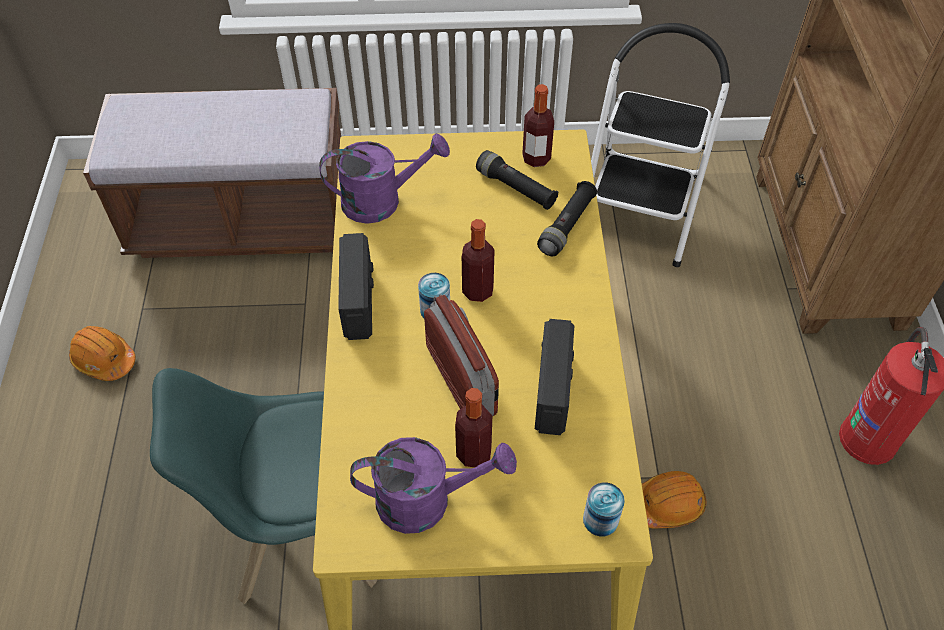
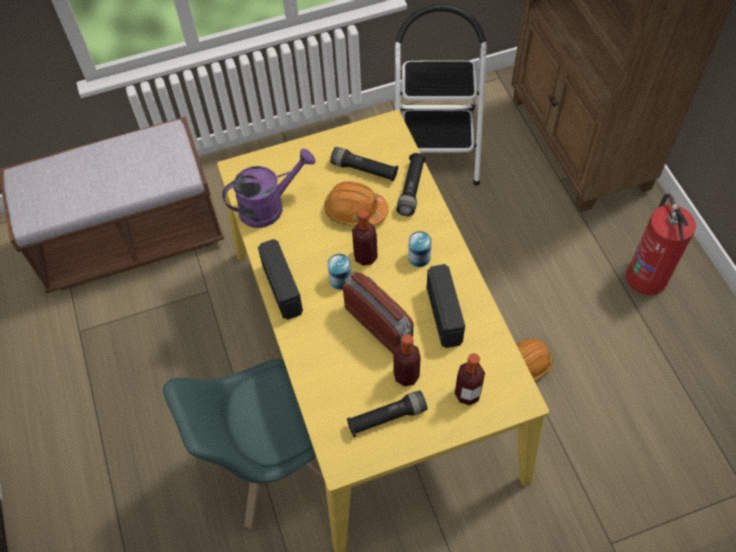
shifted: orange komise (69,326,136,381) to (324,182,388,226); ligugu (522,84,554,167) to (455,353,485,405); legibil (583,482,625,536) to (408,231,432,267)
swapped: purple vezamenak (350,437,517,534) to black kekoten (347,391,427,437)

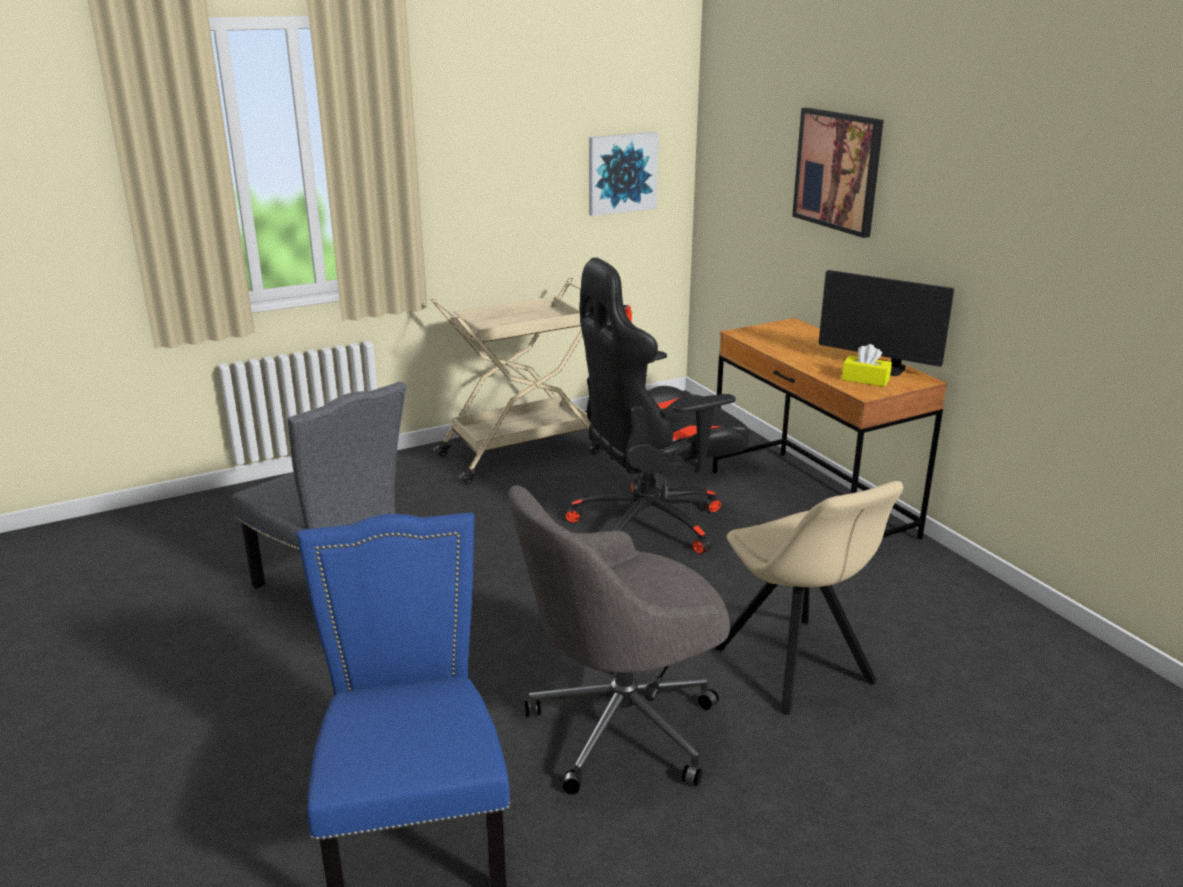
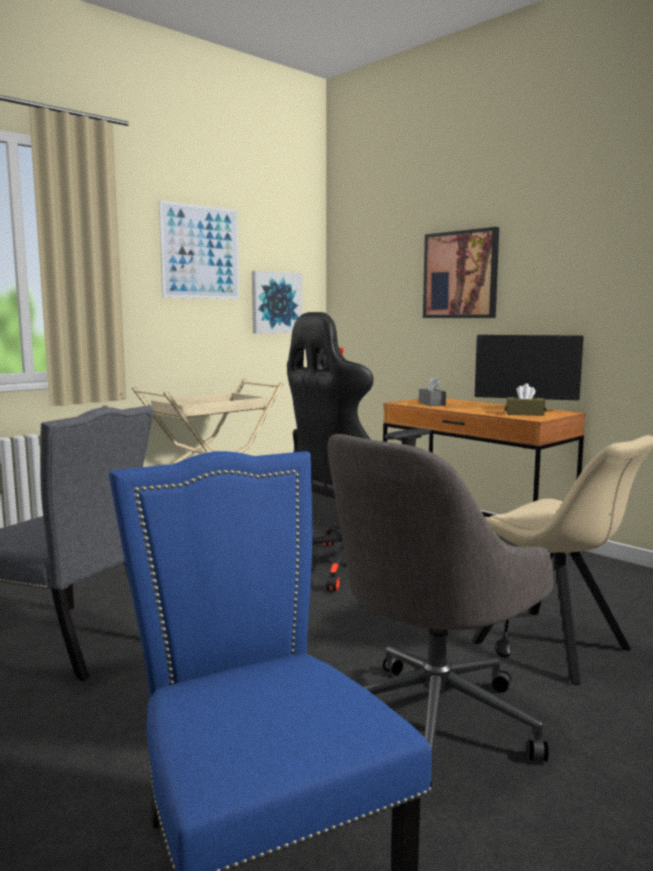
new: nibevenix (158,200,240,299); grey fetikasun (419,377,446,406)
repainted: yellow fetikasun (842,344,892,387) to brown fetikasun (506,383,545,416)

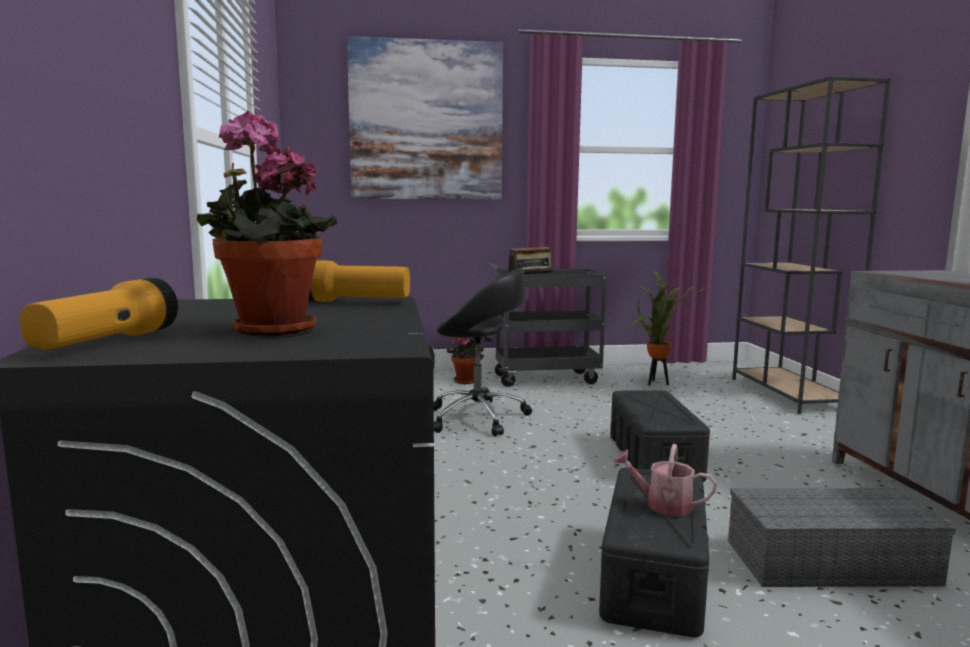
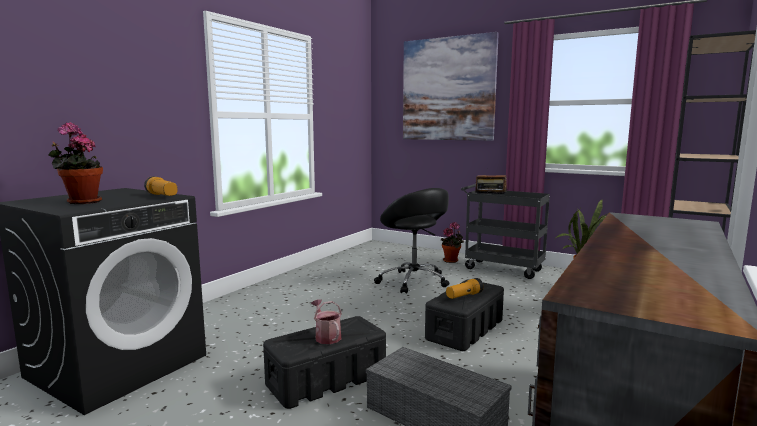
shifted: kekoten (20,278,178,350) to (446,278,484,299)

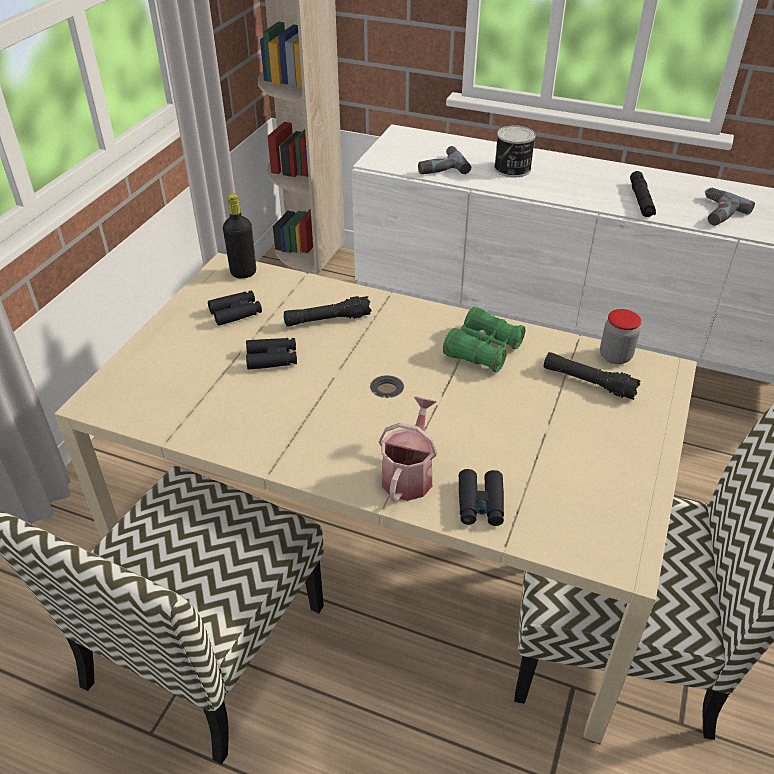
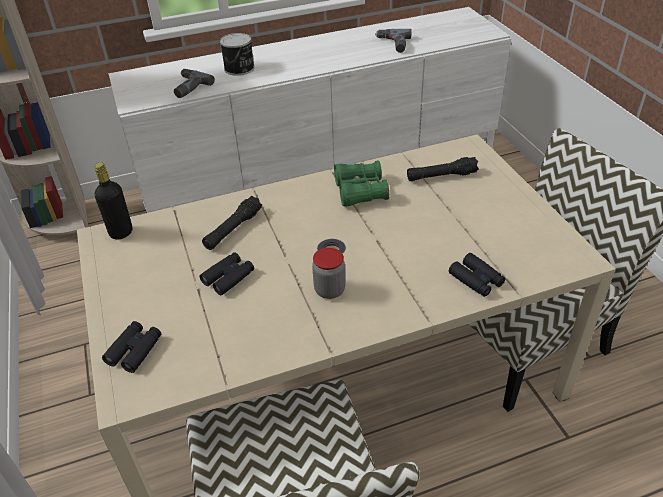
gone: vezamenak (378,397,437,502); black kekoten (630,171,656,217)
shifted: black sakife (208,291,262,326) to (102,321,161,373); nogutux (600,309,641,364) to (312,248,345,299)

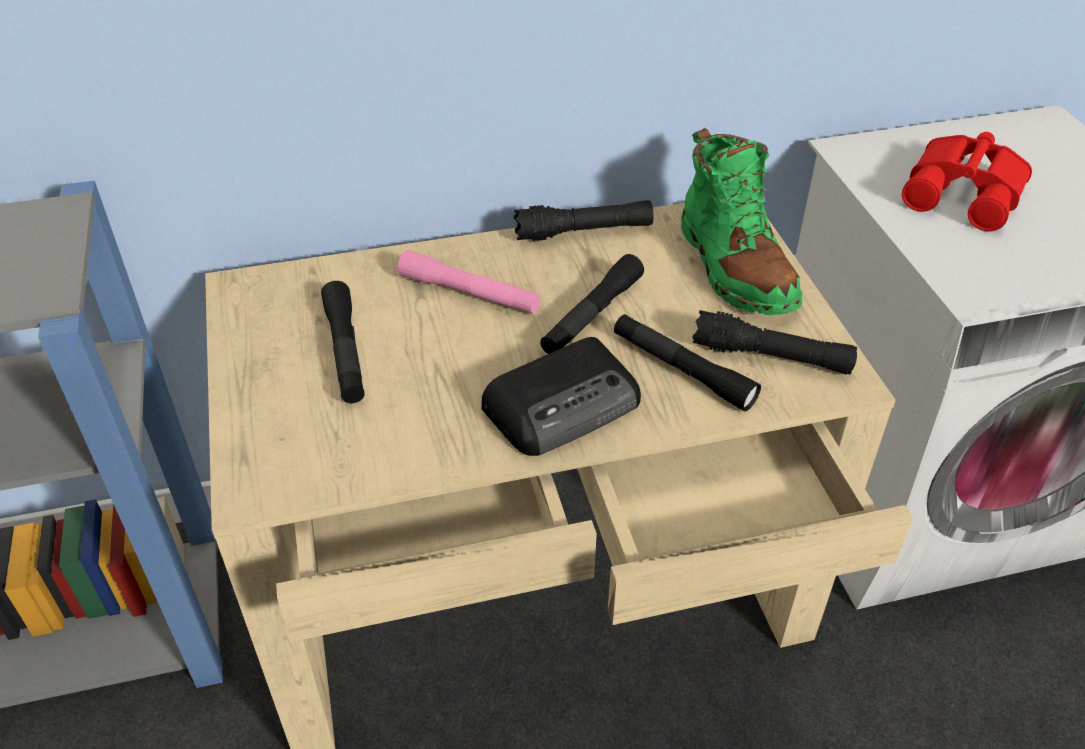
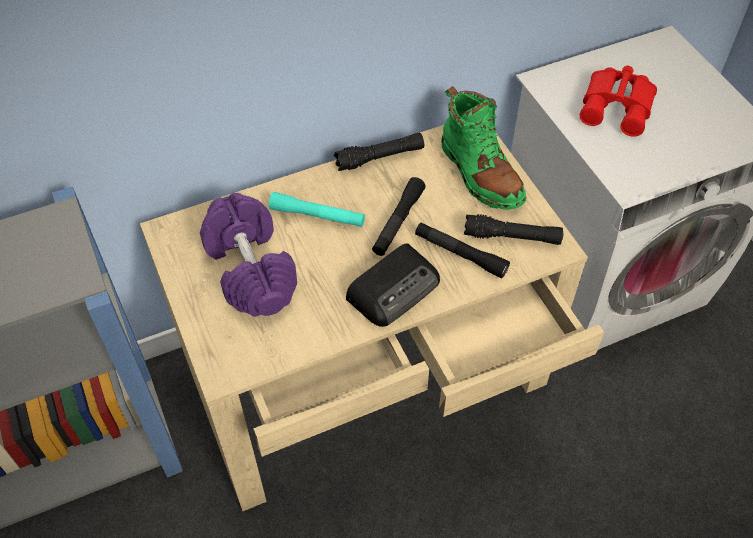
swapped: black kekoten (321,281,365,403) to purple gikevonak (200,193,297,317)
repainted: pink kekoten (398,250,541,314) to turquoise kekoten (269,192,365,227)

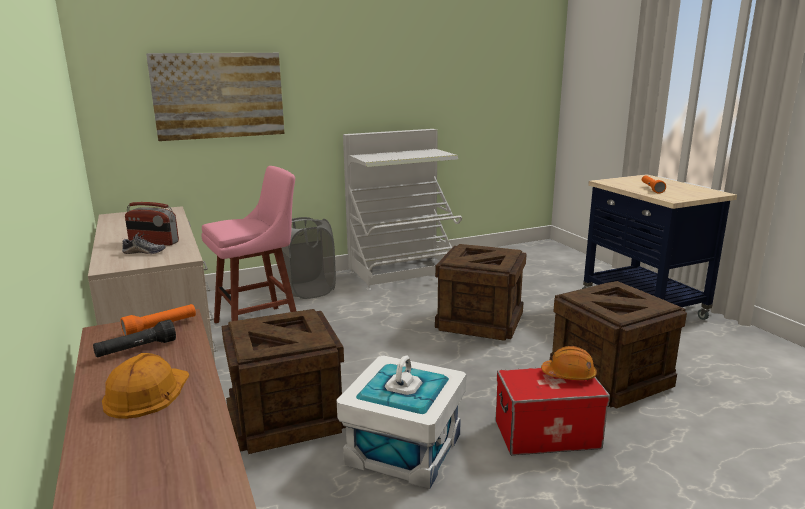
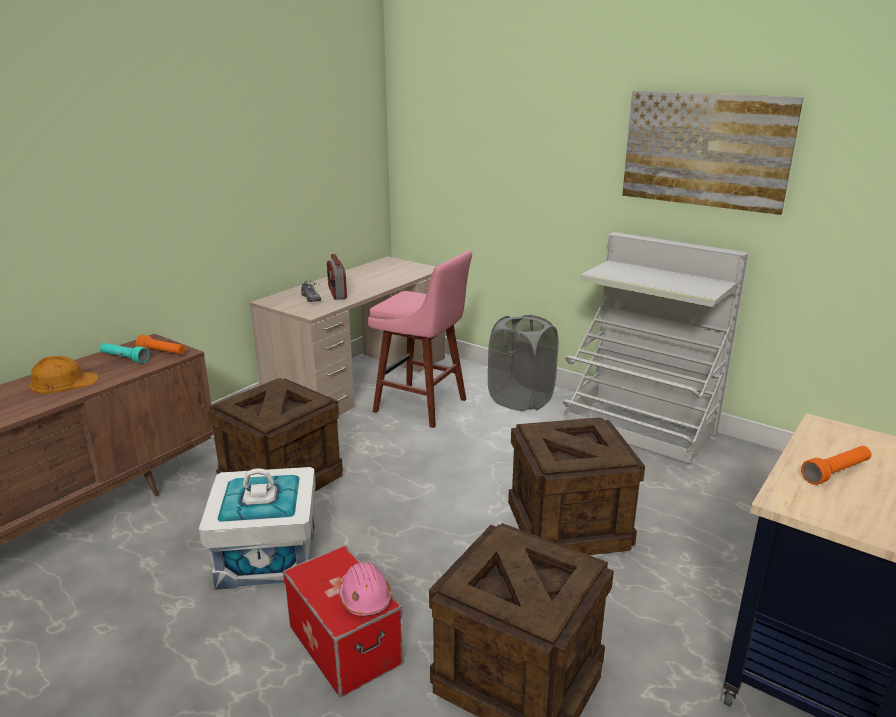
shifted: nibevenix (146,53,285,141) to (622,91,804,215)
repainted: black kekoten (93,319,176,357) to turquoise kekoten (100,343,149,363); orange komise (541,346,597,380) to pink komise (339,562,392,616)

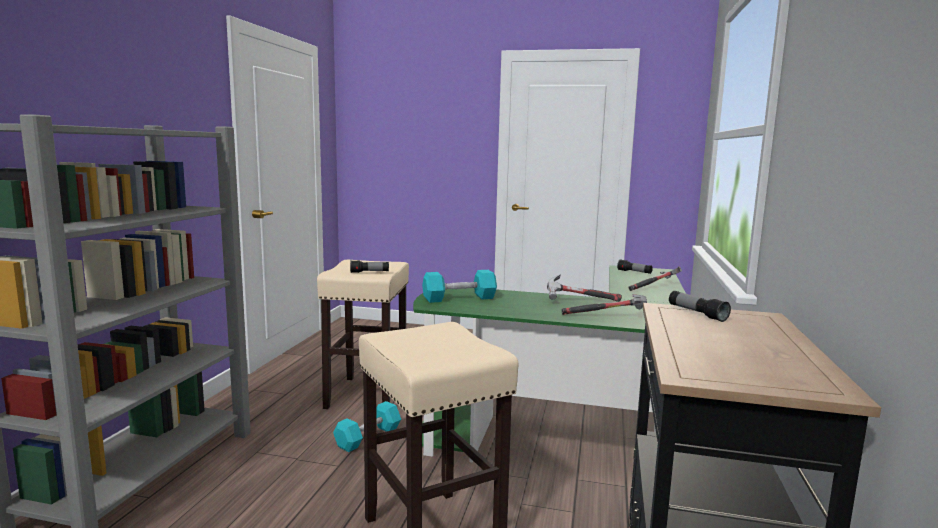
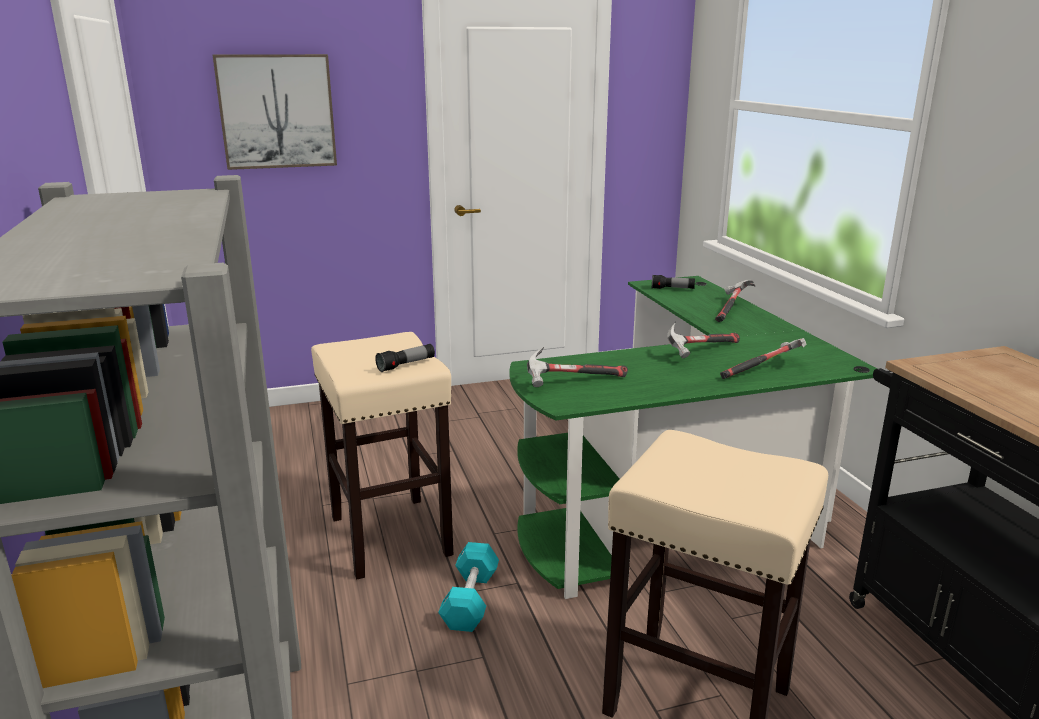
gone: kekoten (669,291,731,322)
new: nibevenix (213,54,337,170)
swapped: turquoise gikevonak (422,270,497,303) to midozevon (527,347,628,387)

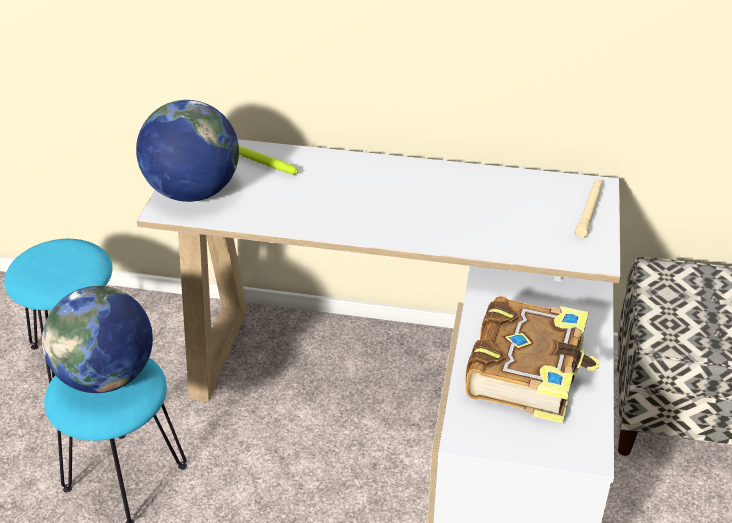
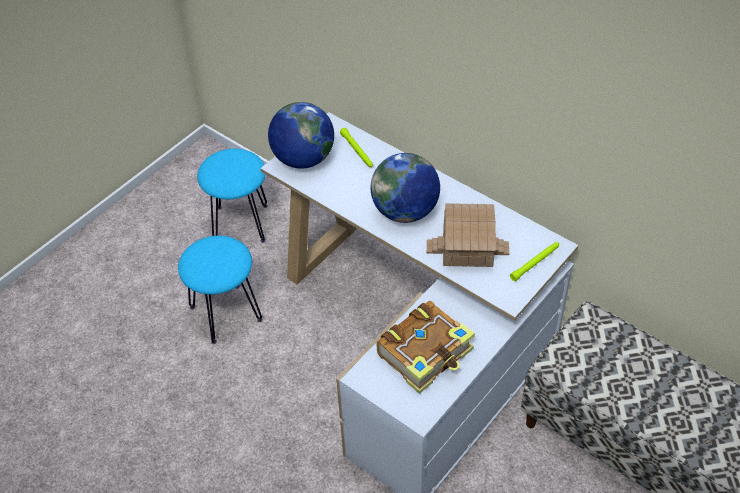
new: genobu (427,203,509,267)
shifted: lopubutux (42,286,153,393) to (370,153,440,223)
repainted: beige kekoten (575,180,602,238) to green kekoten (510,242,559,281)

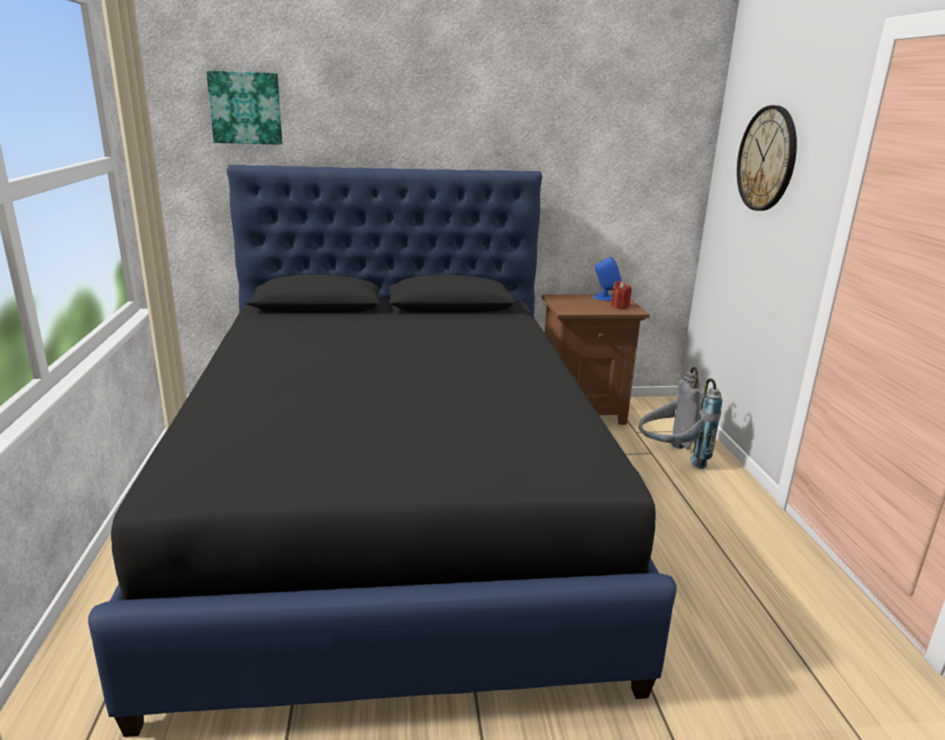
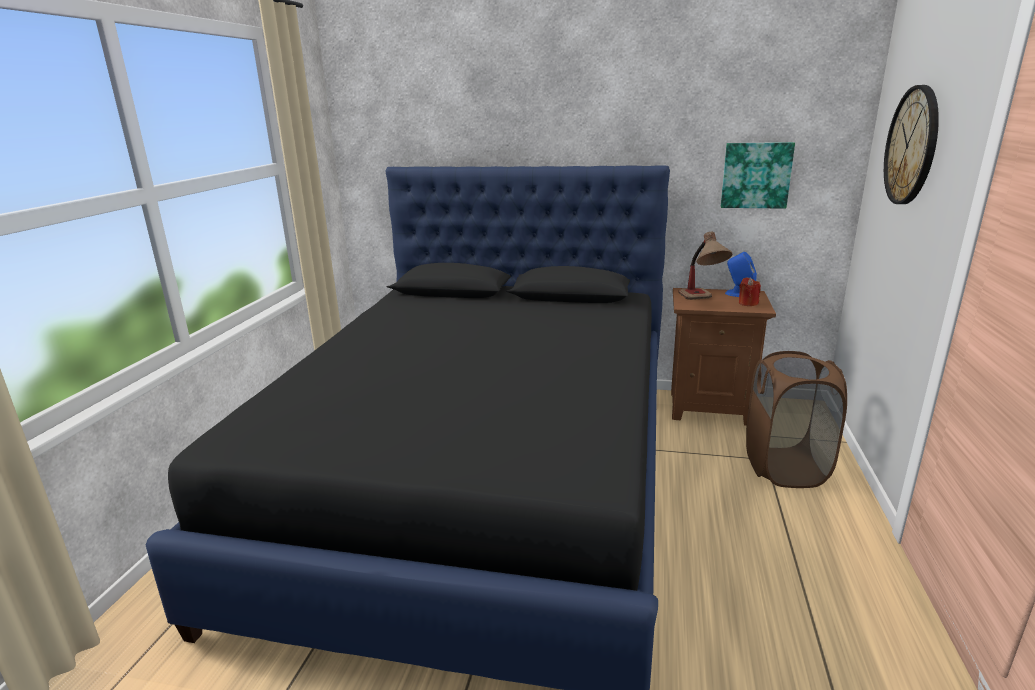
new: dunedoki (678,232,733,300)
shifted: nibevenix (206,71,283,145) to (721,142,795,209)
swapped: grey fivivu (639,367,722,469) to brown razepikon (746,351,847,488)

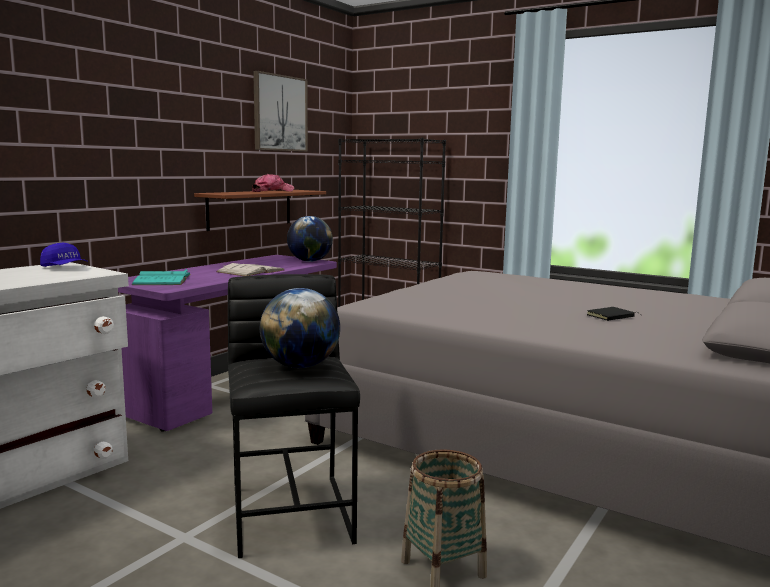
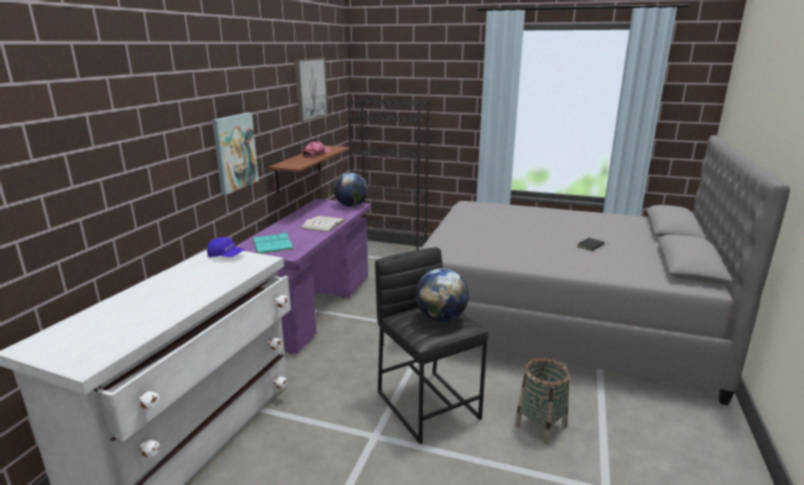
new: nibevenix (212,112,259,195)

